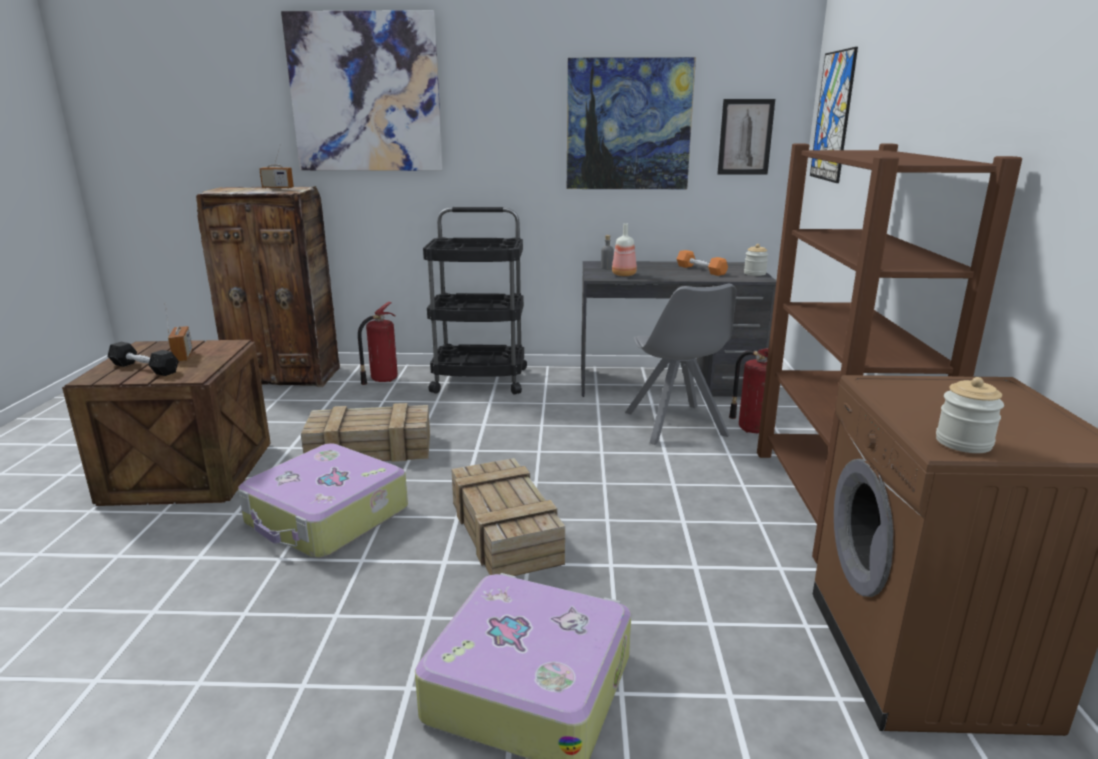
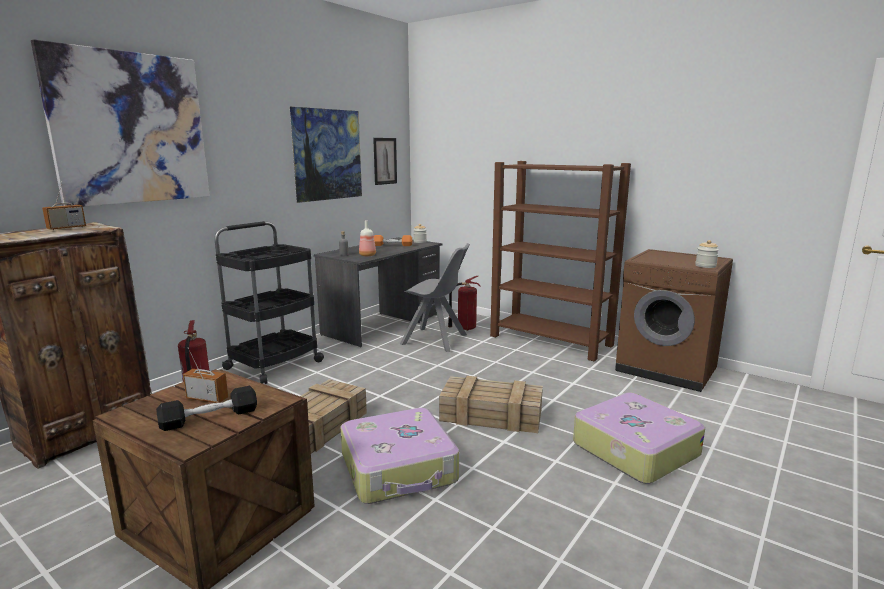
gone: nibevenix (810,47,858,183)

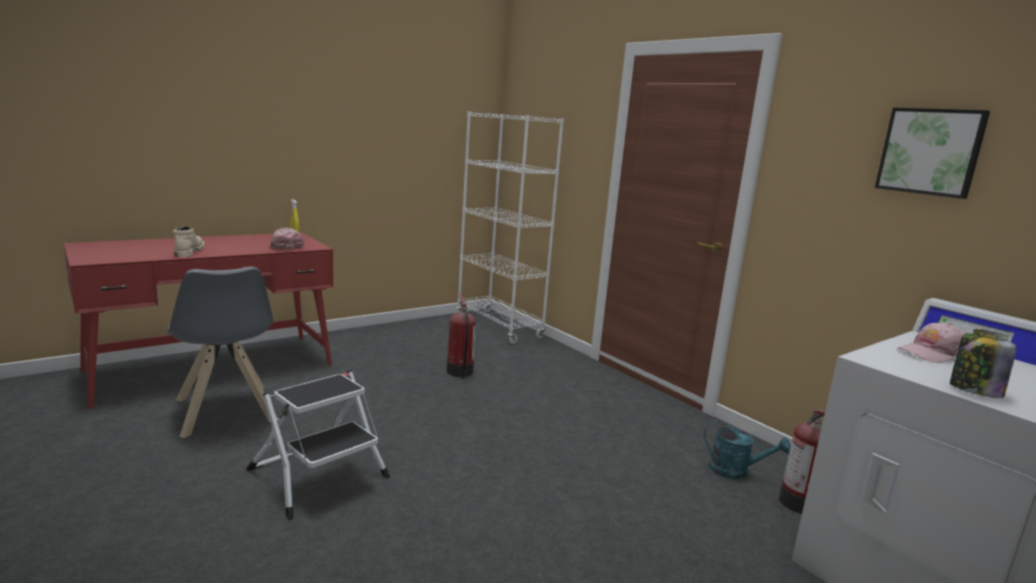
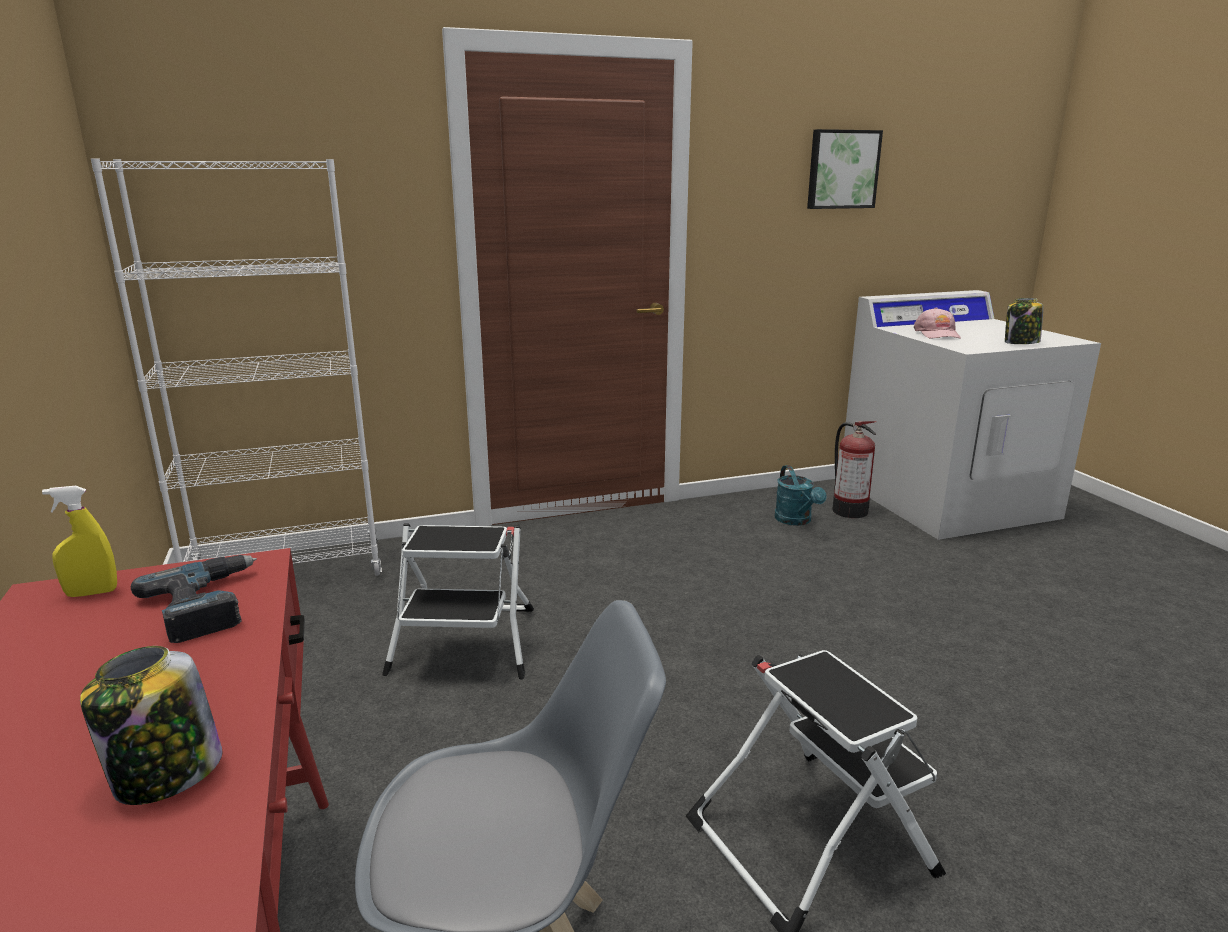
swapped: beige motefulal (173,226,204,257) to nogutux (80,646,223,805); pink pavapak (269,228,304,249) to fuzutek (131,555,257,643); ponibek (447,294,476,379) to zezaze (382,523,534,679)
rotated: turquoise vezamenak (704,420,791,479) = (775,465,827,526) 120 degrees clockwise

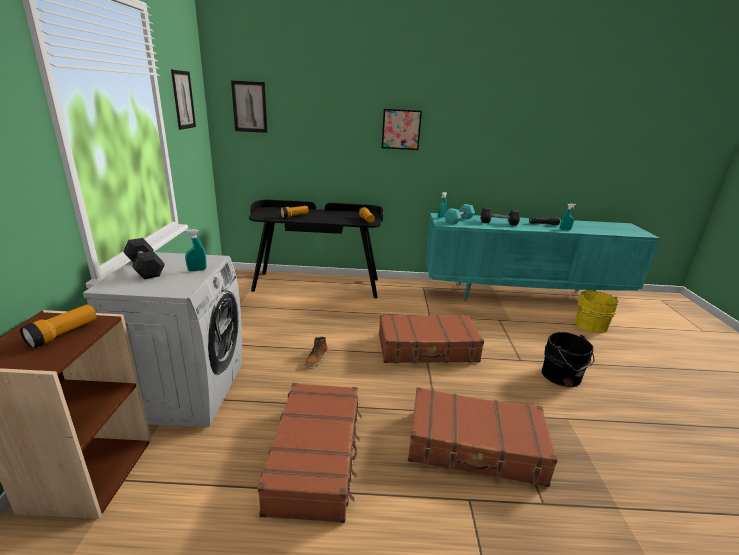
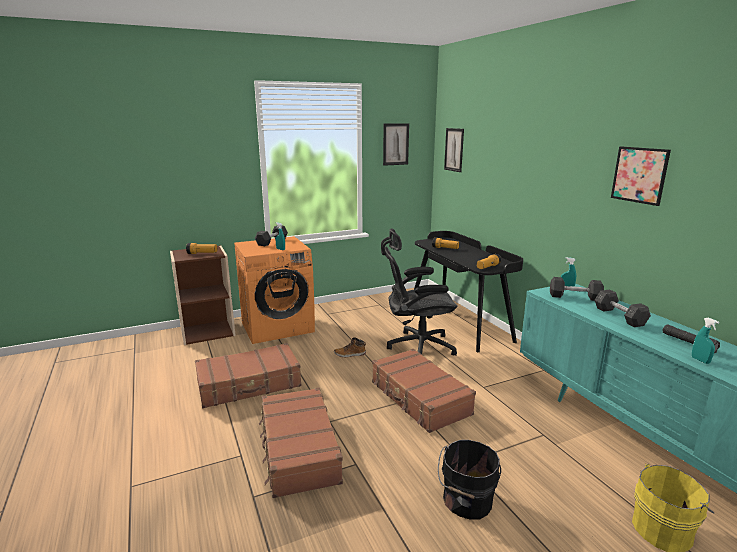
new: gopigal (381,228,458,356)
shifted: nibevenix (382,109,422,150) to (611,147,671,206)
repainted: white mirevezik (83,252,242,428) to orange mirevezik (234,236,315,344); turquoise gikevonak (444,204,475,225) to grey gikevonak (550,277,604,301)

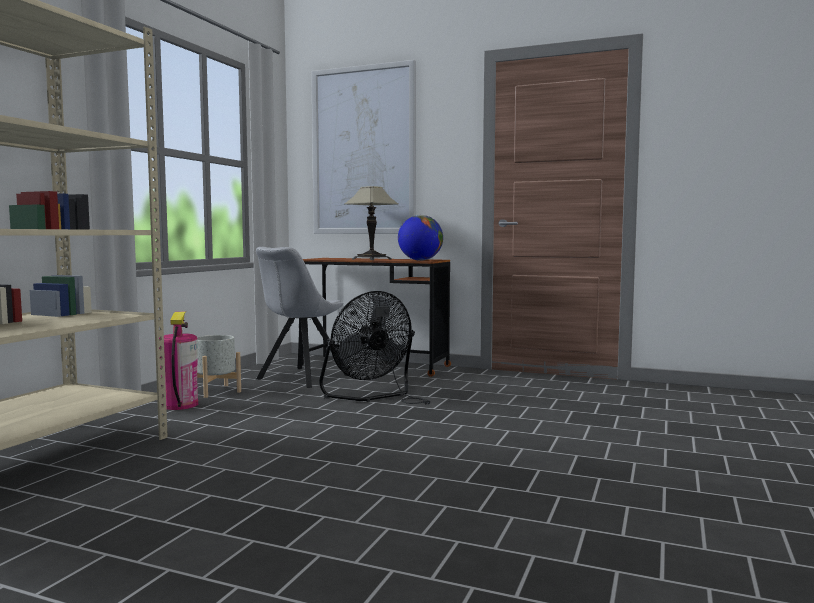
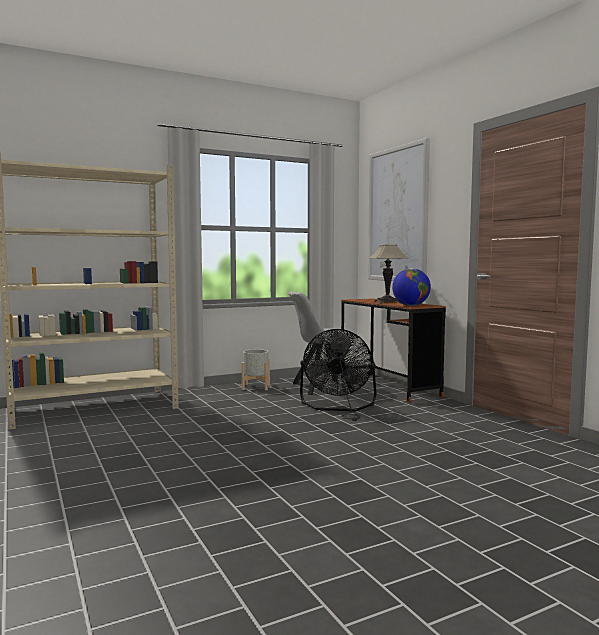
gone: ponibek (159,312,198,410)

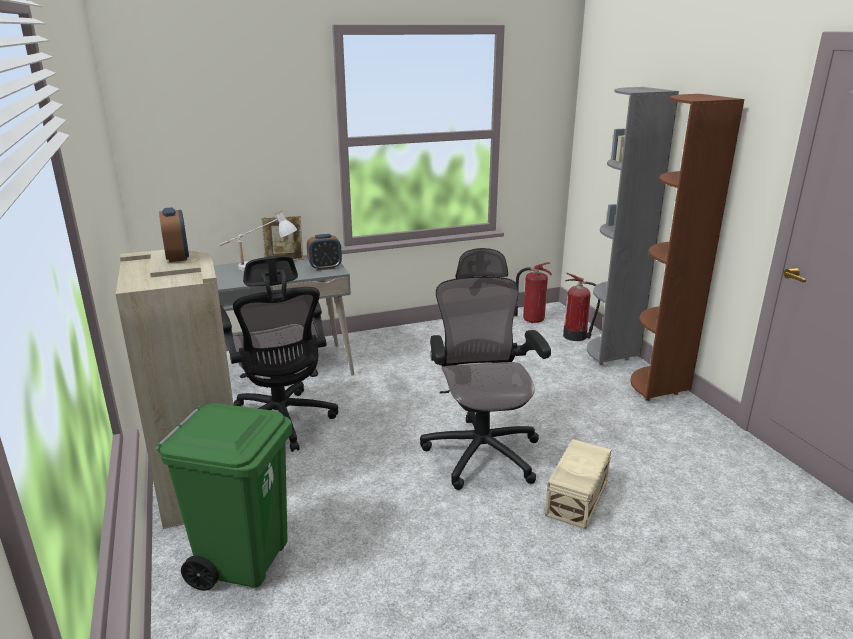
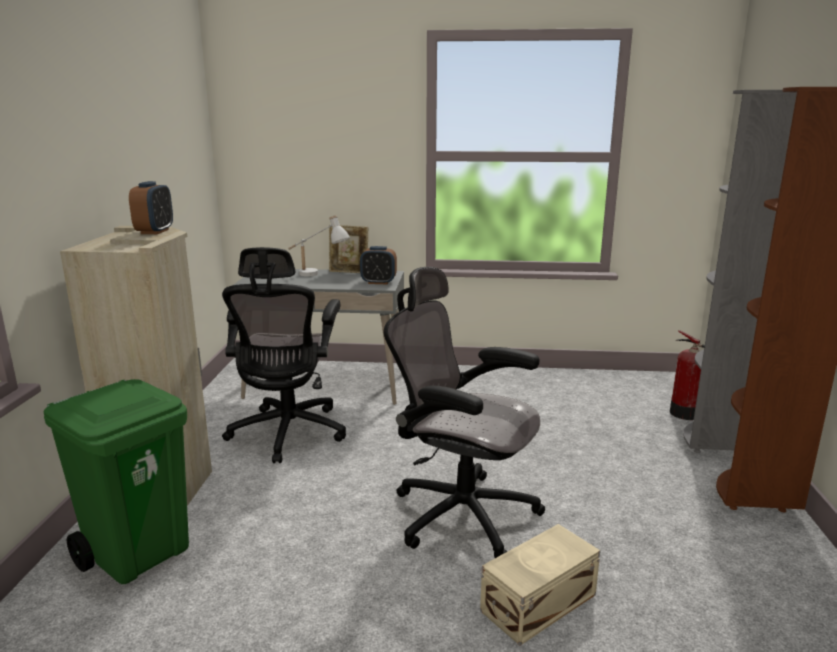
gone: ponibek (514,262,552,323)
rotated: gopigal (420,248,551,490) = (384,267,545,558) 75 degrees counterclockwise

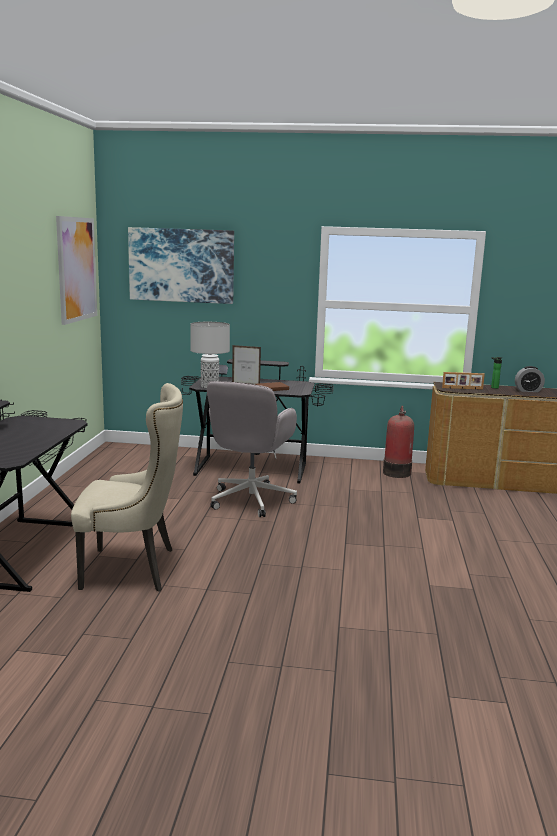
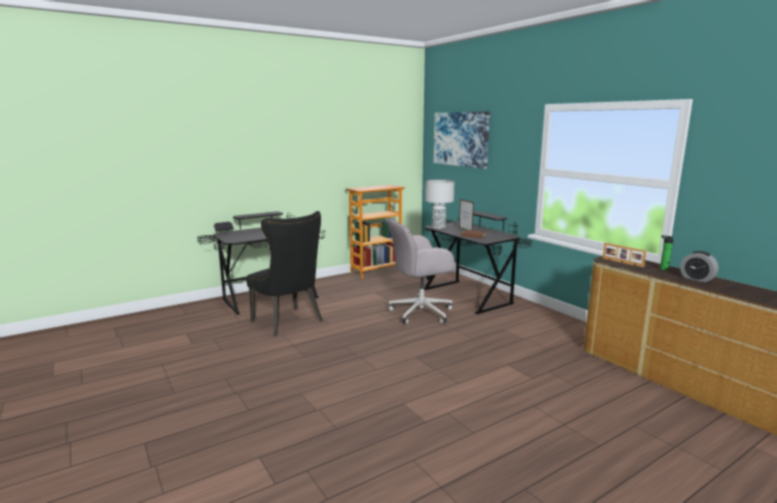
gone: nibevenix (56,216,97,325); ponibek (383,406,414,478)
new: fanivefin (346,185,405,279)
repainted: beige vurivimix (71,383,183,592) to black vurivimix (246,211,323,337)

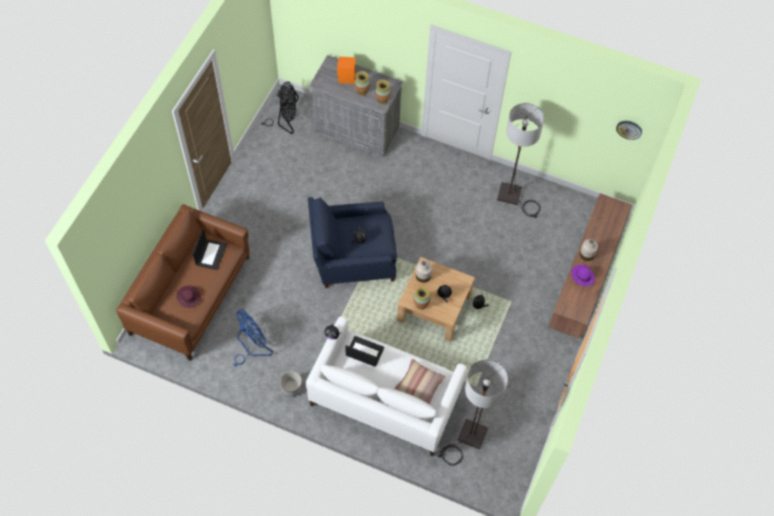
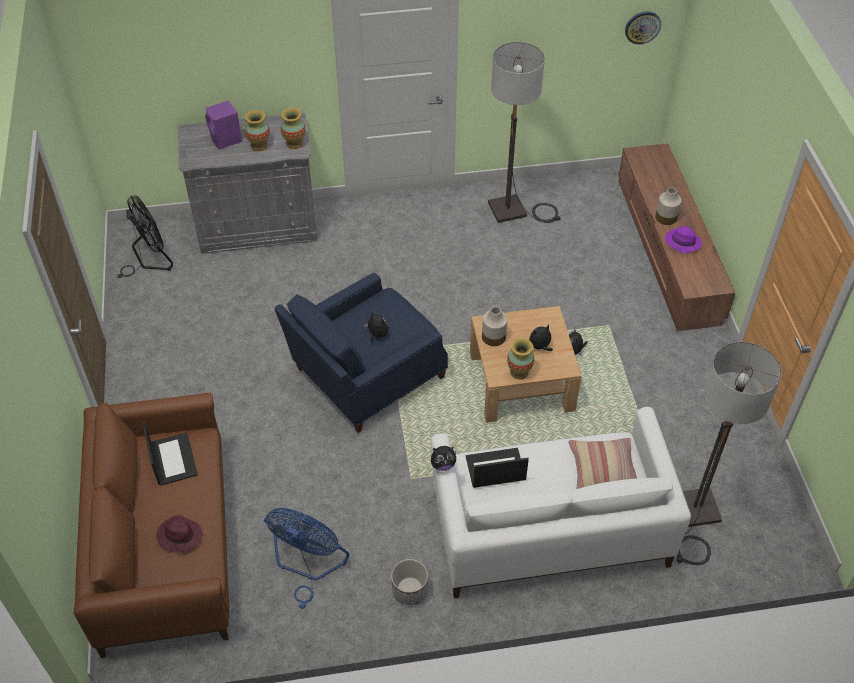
repainted: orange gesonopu (337,56,356,84) to purple gesonopu (205,100,242,150)

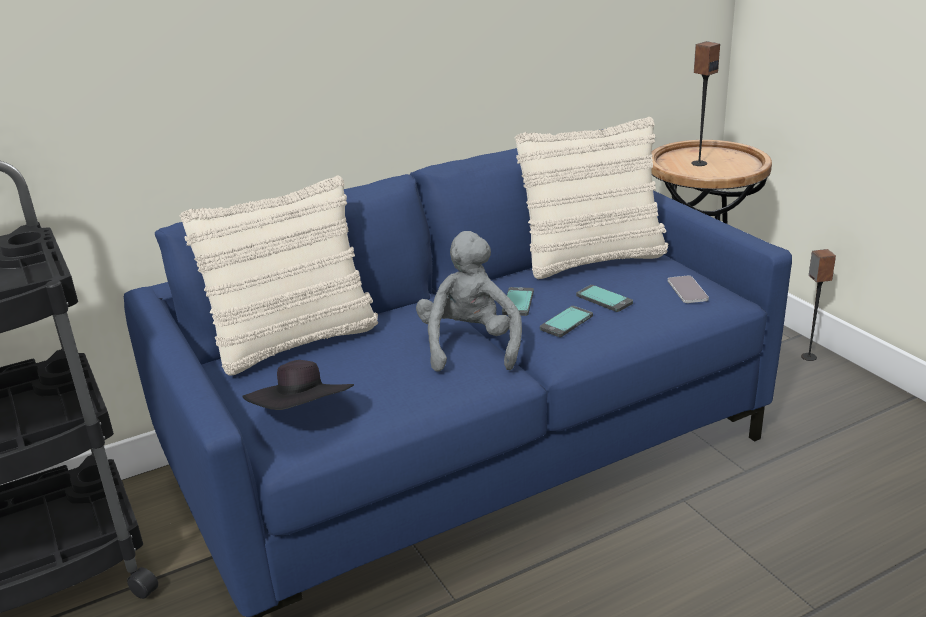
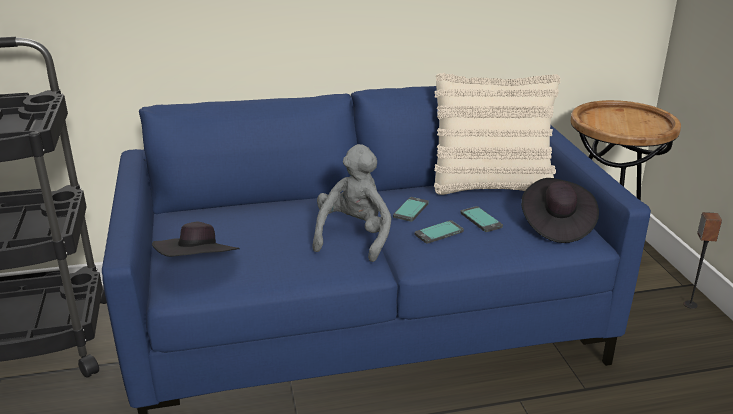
gone: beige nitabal (180,176,378,376); gesonopu (691,41,720,166)
swapped: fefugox (668,276,709,303) to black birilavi (521,178,599,243)

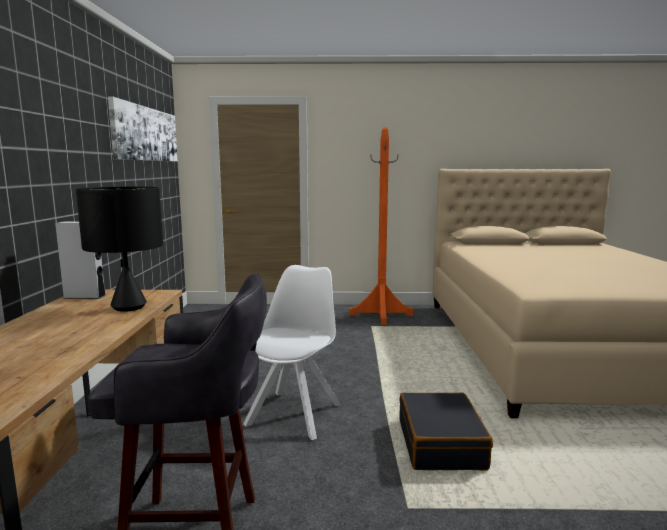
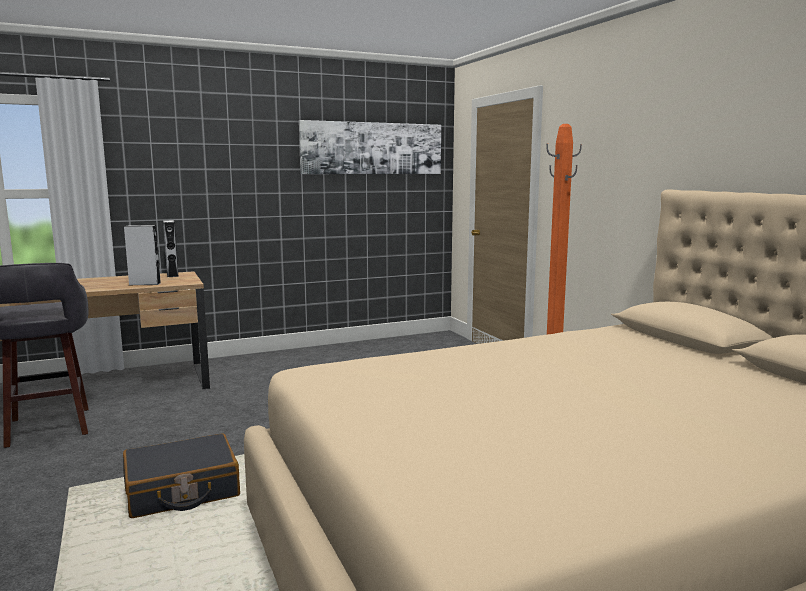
gone: white vurivimix (243,265,341,440)
swapped: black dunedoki (76,187,163,312) to grey gesonopu (124,225,161,285)

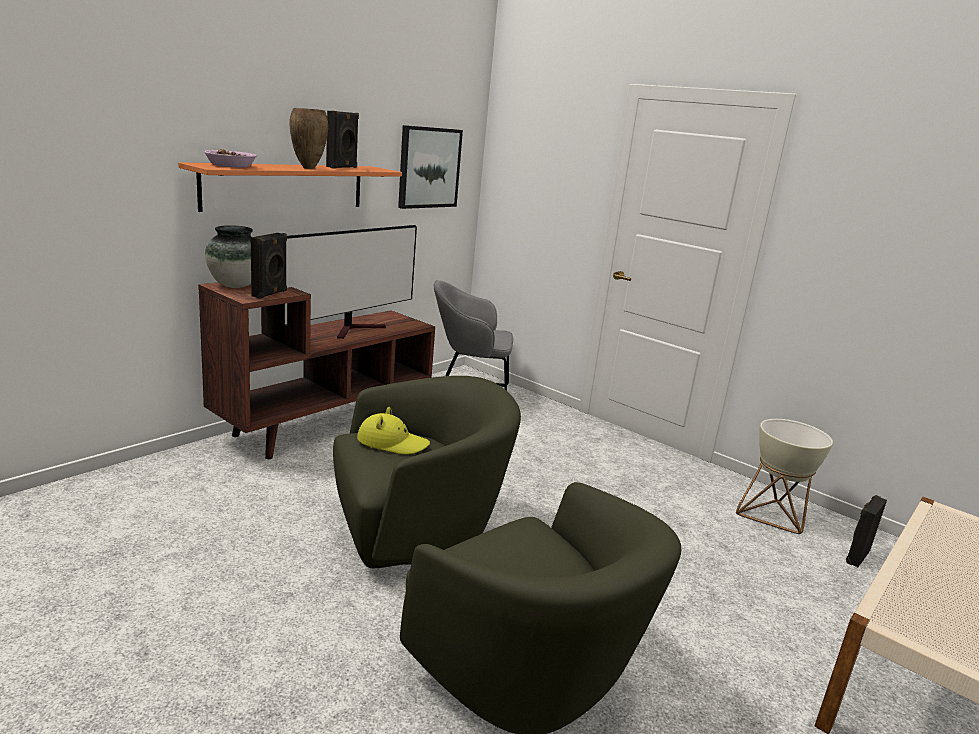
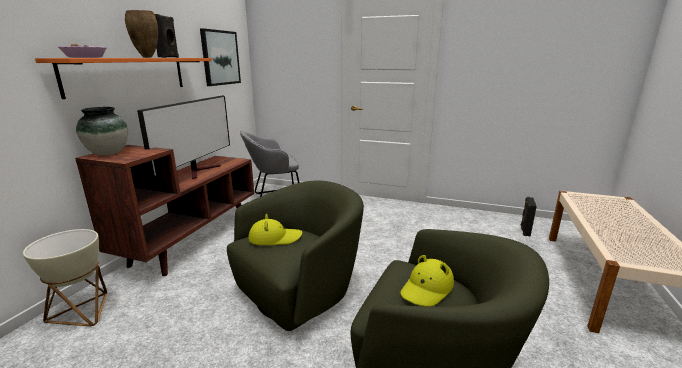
gone: black gesonopu (251,233,287,299)
new: yellow birilavi (400,255,454,307)
shifted: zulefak (736,419,833,534) to (23,229,107,326)

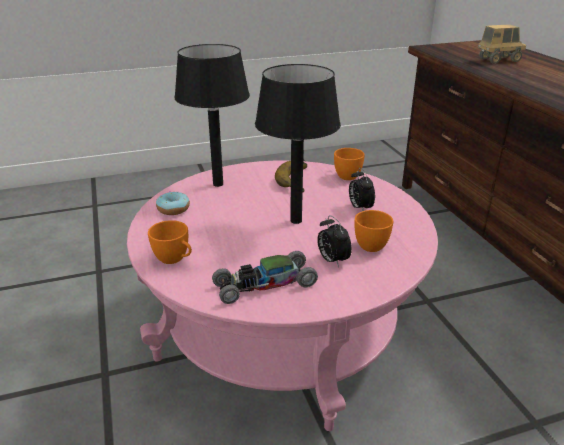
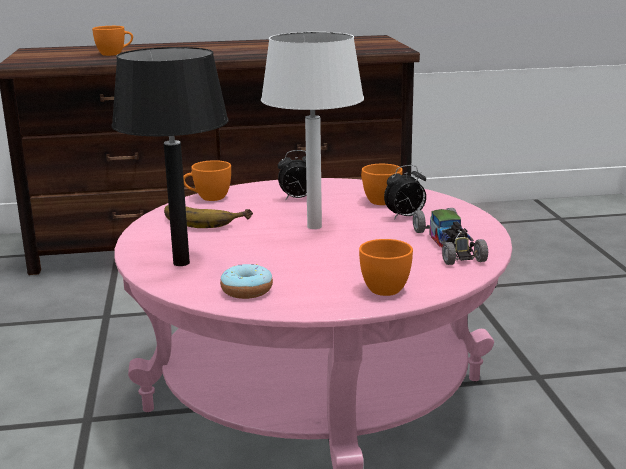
swapped: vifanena (477,24,526,64) to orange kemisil (92,26,133,56)
repainted: black dunedoki (255,64,341,224) to white dunedoki (261,32,364,229)

